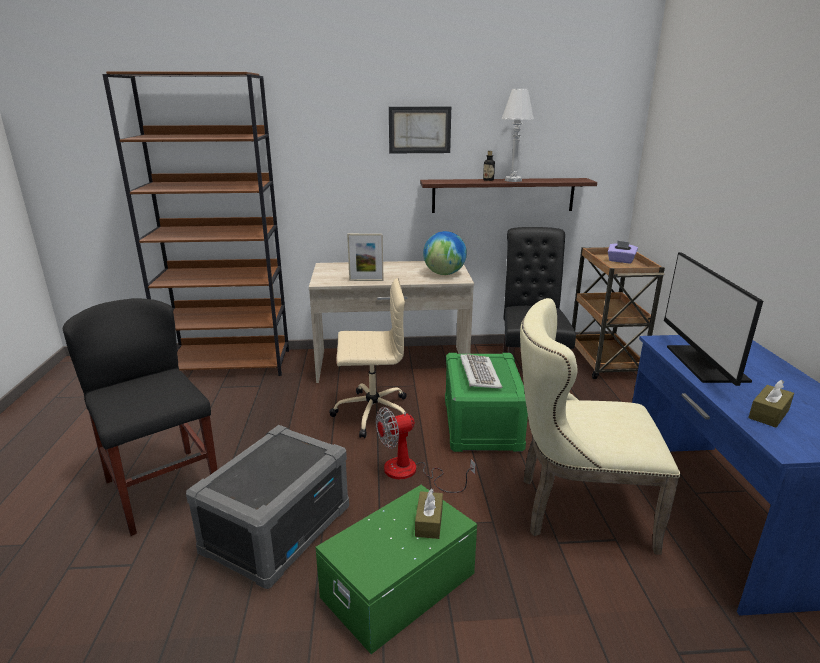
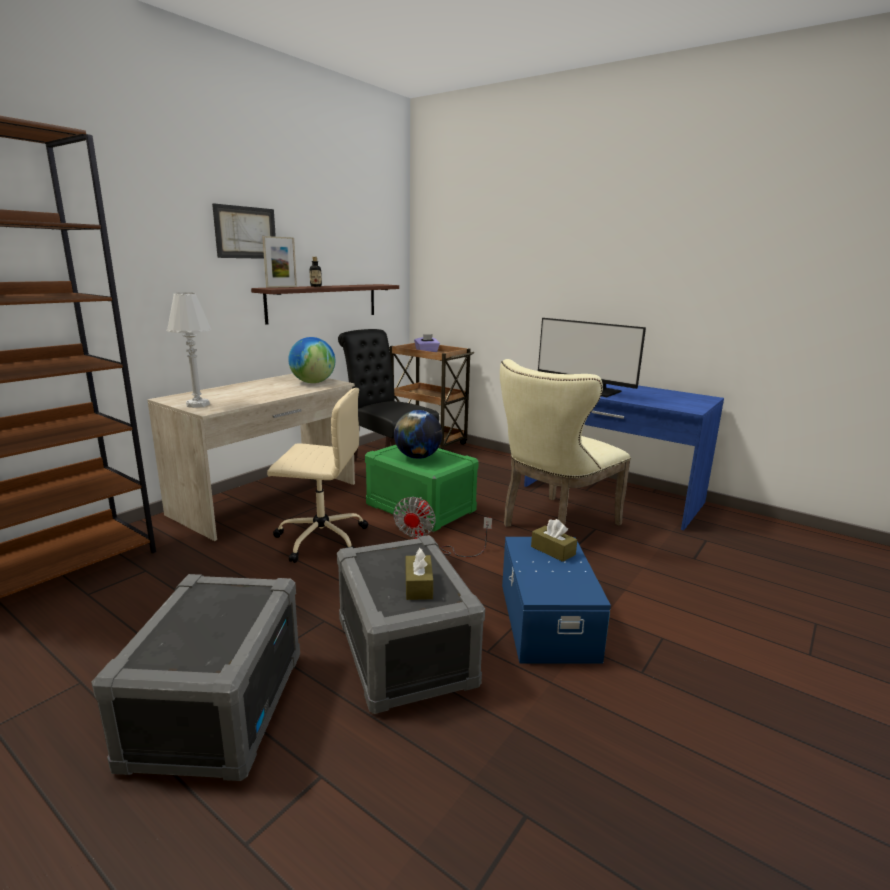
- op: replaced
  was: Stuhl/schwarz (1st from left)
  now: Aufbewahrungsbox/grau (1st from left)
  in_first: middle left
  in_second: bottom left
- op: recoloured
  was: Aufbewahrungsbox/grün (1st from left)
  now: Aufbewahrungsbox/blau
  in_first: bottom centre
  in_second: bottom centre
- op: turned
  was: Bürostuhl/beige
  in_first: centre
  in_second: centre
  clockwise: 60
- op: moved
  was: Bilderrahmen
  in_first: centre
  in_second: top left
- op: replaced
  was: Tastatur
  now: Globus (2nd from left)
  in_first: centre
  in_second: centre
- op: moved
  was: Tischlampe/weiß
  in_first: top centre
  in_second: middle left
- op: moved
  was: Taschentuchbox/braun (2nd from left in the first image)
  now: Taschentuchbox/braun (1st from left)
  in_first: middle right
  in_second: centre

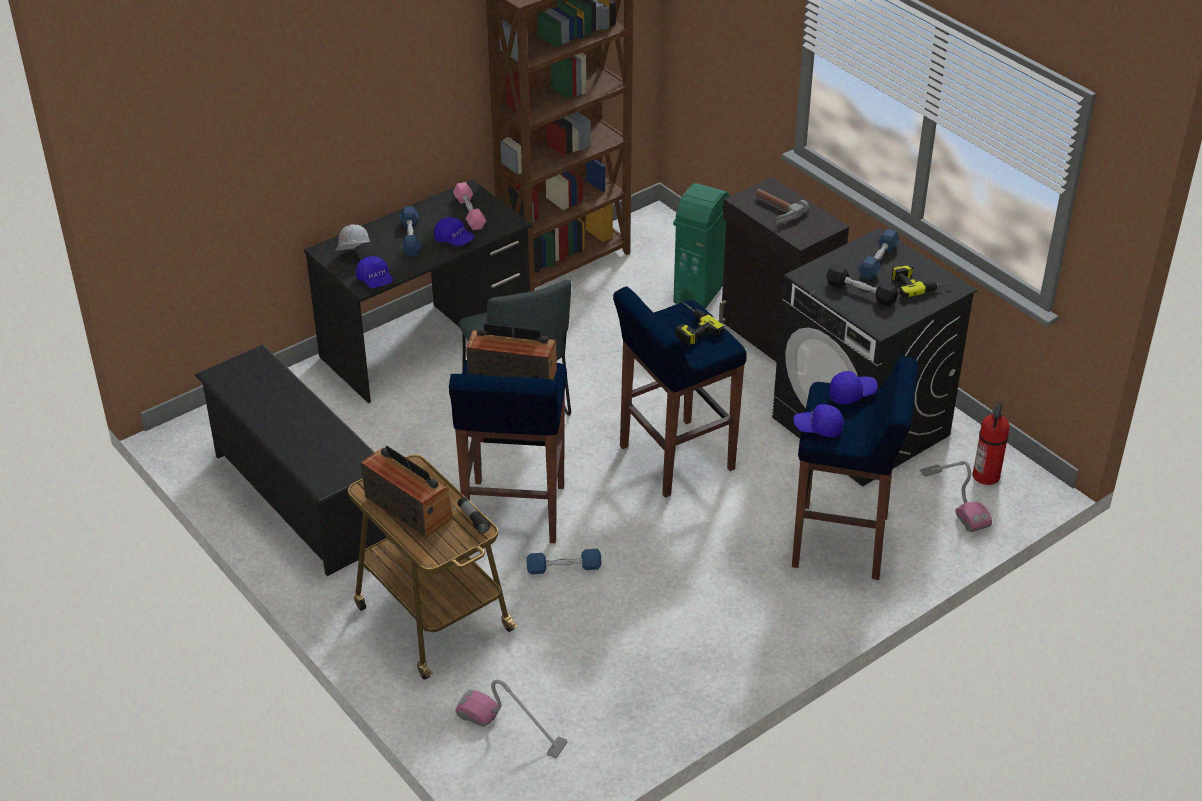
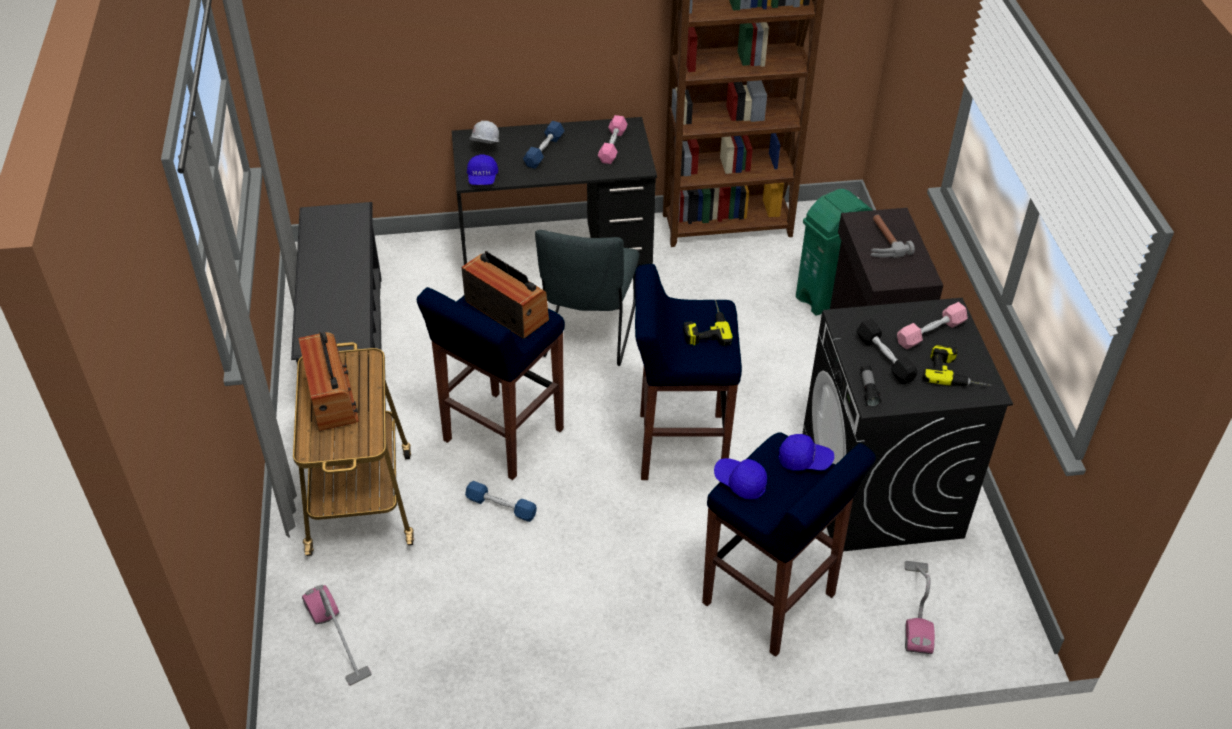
- op: removed
  was: Kappe/blau (2nd from left)
  in_first: top centre
- op: moved
  was: Taschenlampe
  in_first: centre
  in_second: middle right
- op: recoloured
  was: Hantel/blau (3rd from left)
  now: Hantel/rosa (2nd from left)
  in_first: top right
  in_second: middle right
- op: removed
  was: Feuerlöscher
  in_first: middle right

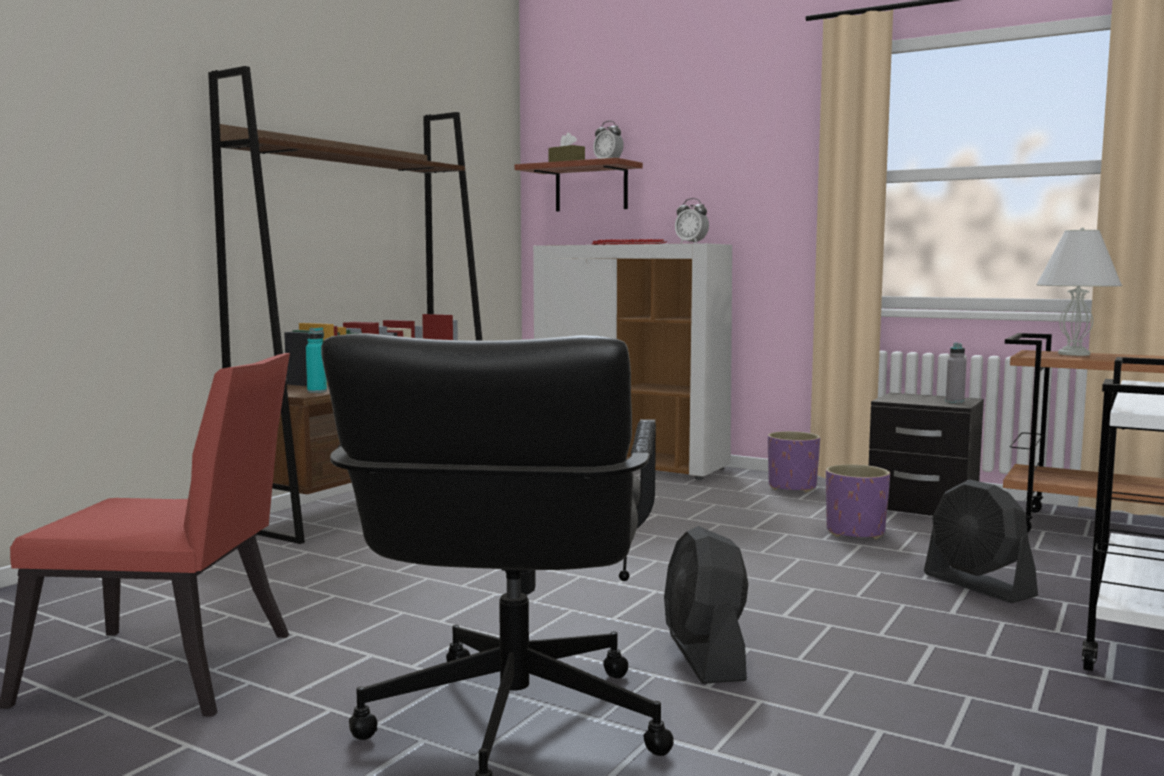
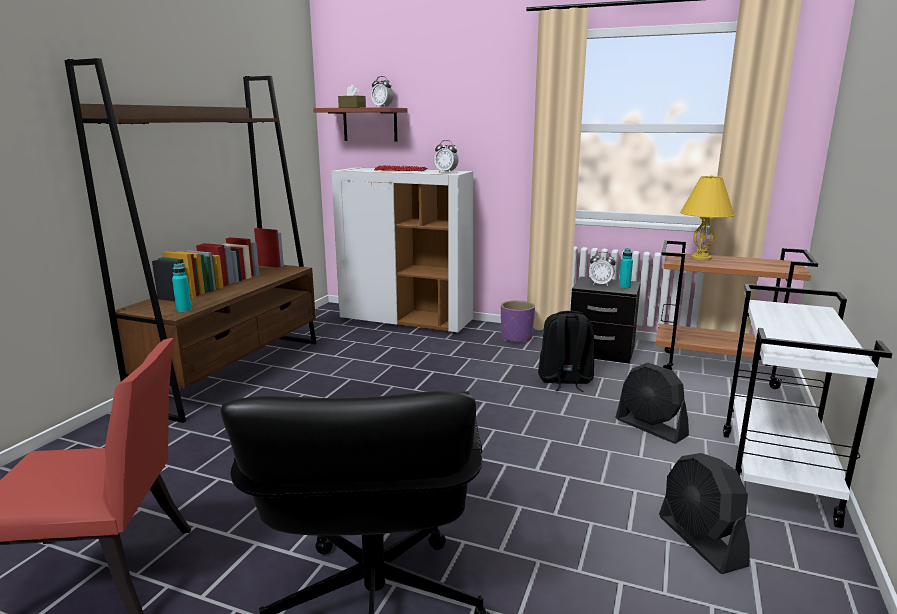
- op: moved
  was: Ventilator/schwarz (1st from left in the first image)
  now: Ventilator/schwarz (2nd from left)
  in_first: bottom centre
  in_second: bottom right
- op: replaced
  was: Pflanzkübel/lila (2nd from left)
  now: Rucksack/schwarz
  in_first: middle right
  in_second: centre
- op: recoloured
  was: Flasche/grau
  now: Flasche/türkis (2nd from left)
  in_first: middle right
  in_second: middle right
- op: recoloured
  was: Tischlampe/weiß
  now: Tischlampe/gelb
  in_first: middle right
  in_second: middle right
- op: added
  now: Wecker (3rd from left)
  in_second: middle right

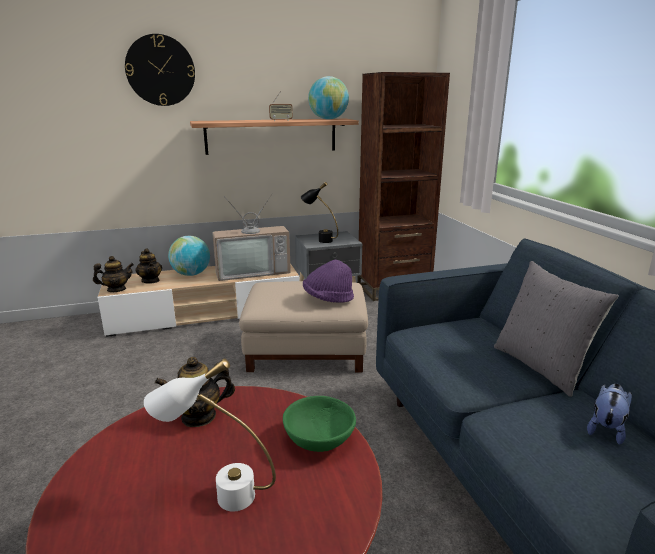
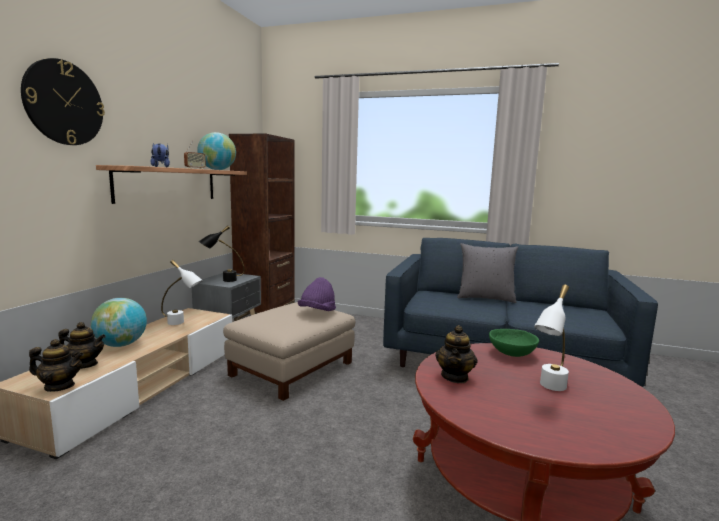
- op: turned
  was: Teekanne (1st from left)
  in_first: middle left
  in_second: bottom left
  clockwise: 75
- op: replaced
  was: Fernseher
  now: Tischlampe/weiß (1st from left)
  in_first: centre
  in_second: middle left
- op: moved
  was: Plüschtier
  in_first: bottom right
  in_second: top left

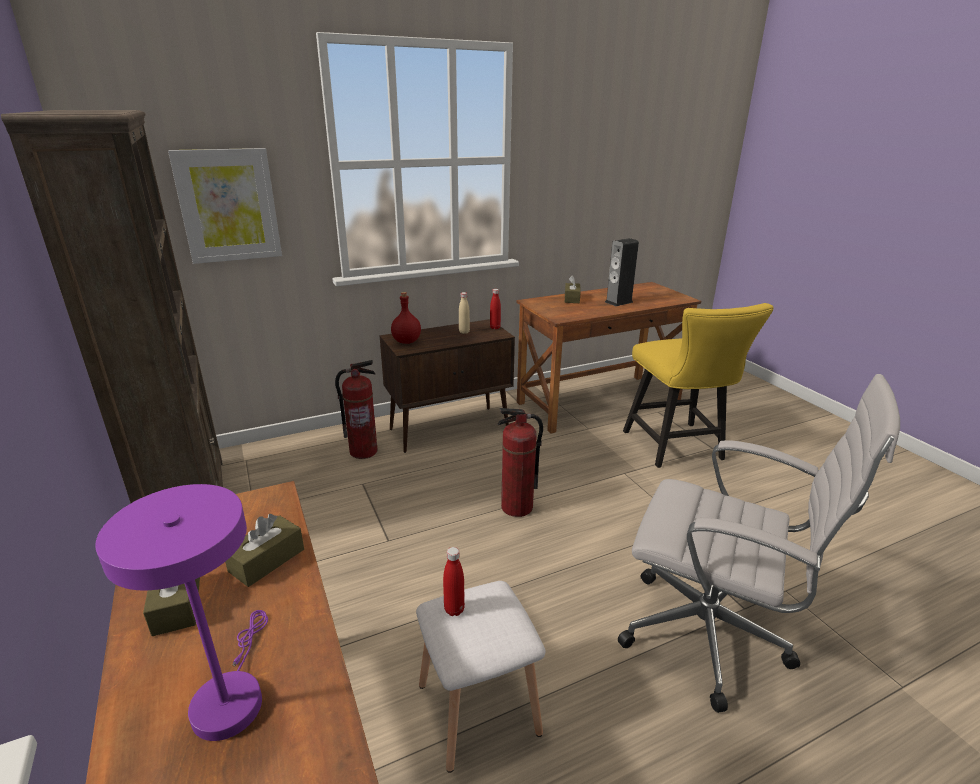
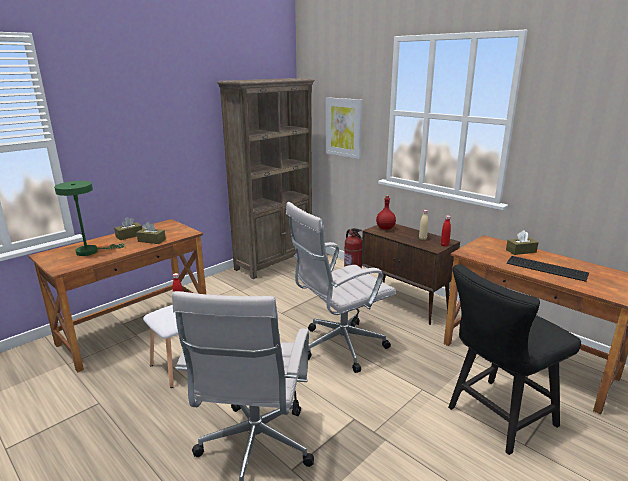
- op: recoloured
  was: Tischlampe/lila
  now: Tischlampe/grün
  in_first: bottom left
  in_second: middle left
- op: replaced
  was: Feuerlöscher (2nd from left)
  now: Bürostuhl/weiß (2nd from left)
  in_first: centre
  in_second: centre
- op: replaced
  was: Lautsprecher
  now: Tastatur
  in_first: centre
  in_second: middle right
- op: recoloured
  was: Stuhl/gelb
  now: Stuhl/schwarz
  in_first: middle right
  in_second: bottom right

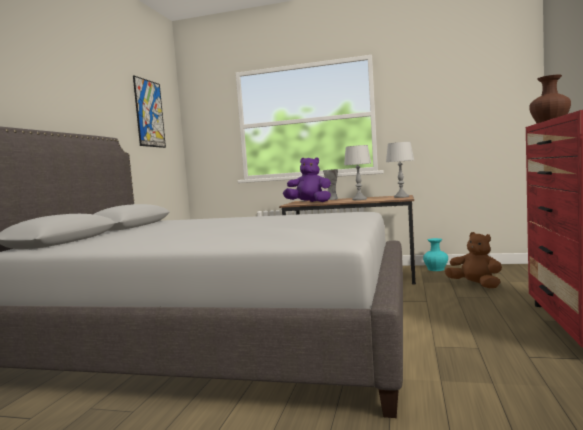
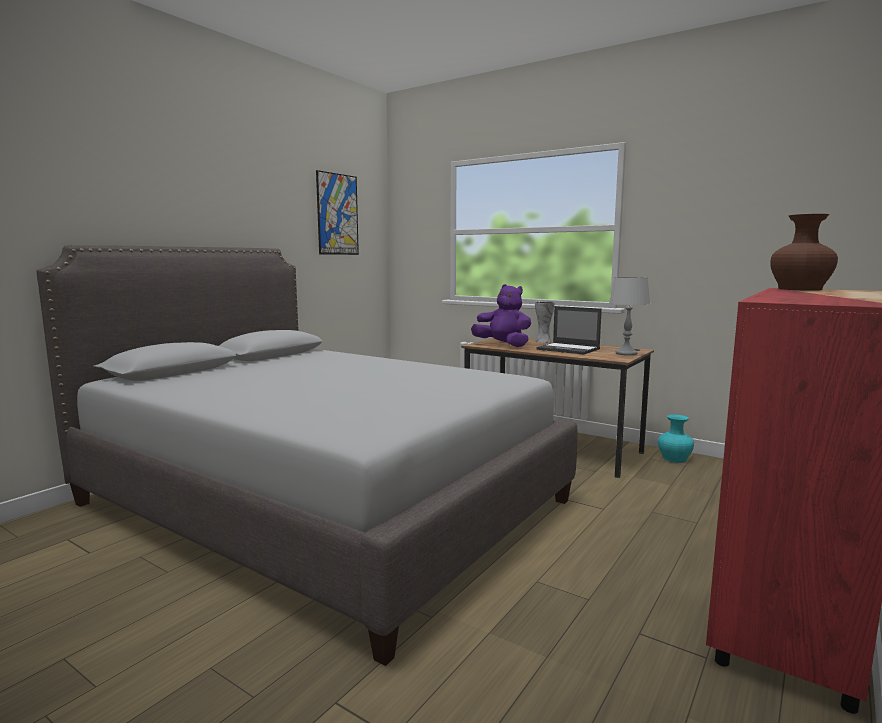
- op: replaced
  was: Tischlampe/grau (1st from left)
  now: Laptop
  in_first: centre
  in_second: centre
- op: removed
  was: Plüschtier/braun
  in_first: middle right

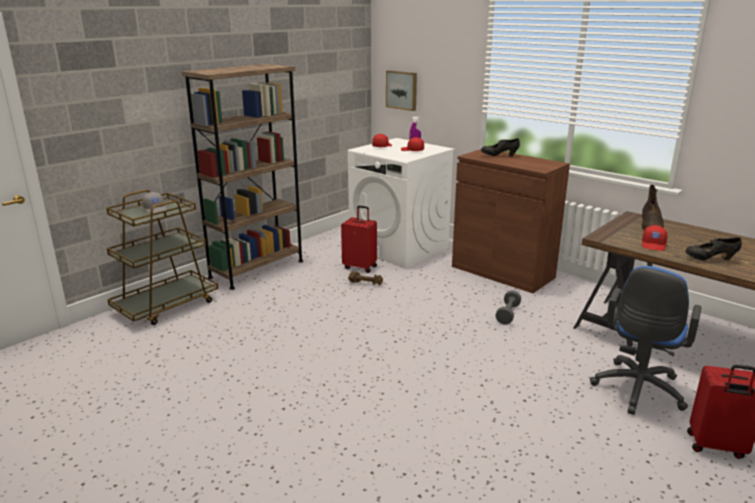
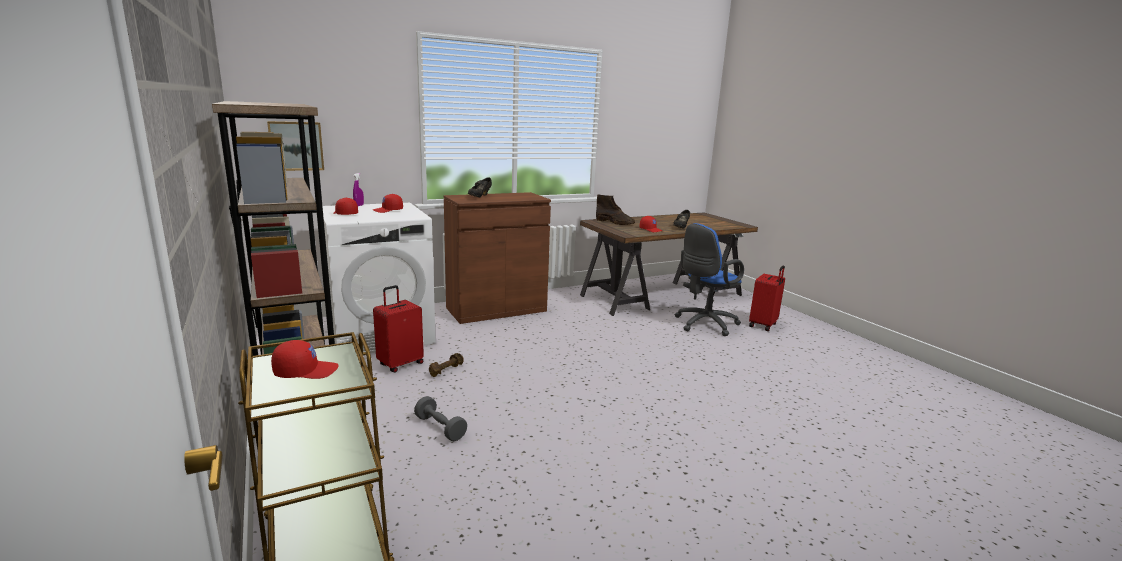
- op: recoloured
  was: Kappe/grau
  now: Kappe/rot (1st from left)
  in_first: middle left
  in_second: middle left
- op: moved
  was: Hantel/grau
  in_first: middle right
  in_second: bottom centre
- op: turned
  was: Bürostuhl/blau
  in_first: bottom right
  in_second: centre
  clockwise: 90

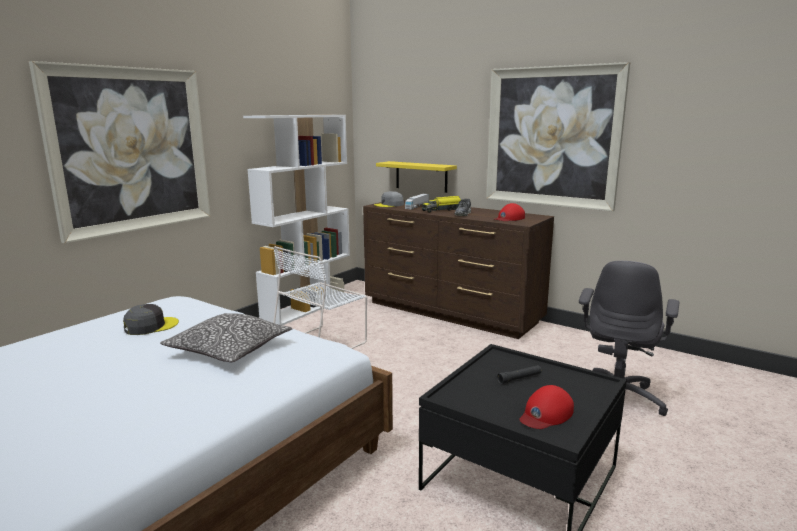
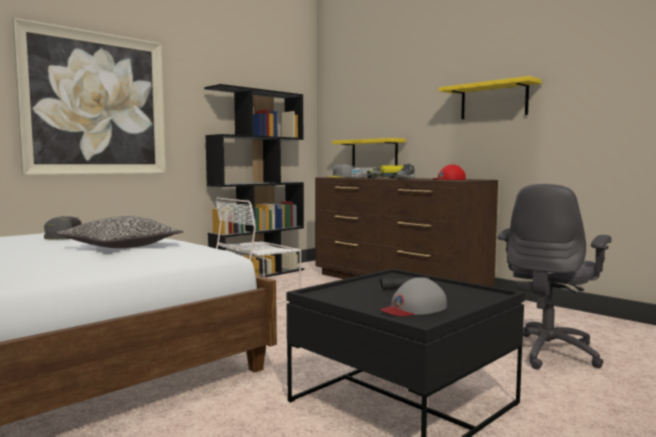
- op: recoloured
  was: Bücherregal/weiß
  now: Bücherregal/schwarz
  in_first: centre
  in_second: centre
- op: replaced
  was: Bild (2nd from left)
  now: Wandregal/gelb (2nd from left)
  in_first: top right
  in_second: top right
- op: recoloured
  was: Kappe/rot (2nd from left)
  now: Kappe/grau (3rd from left)
  in_first: bottom right
  in_second: bottom centre

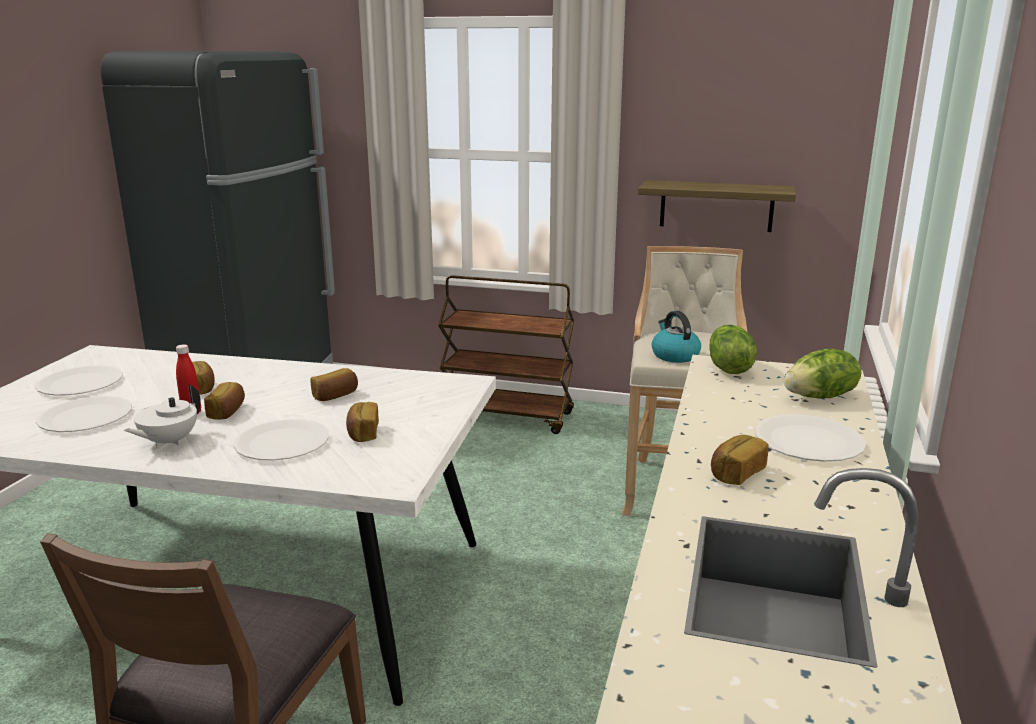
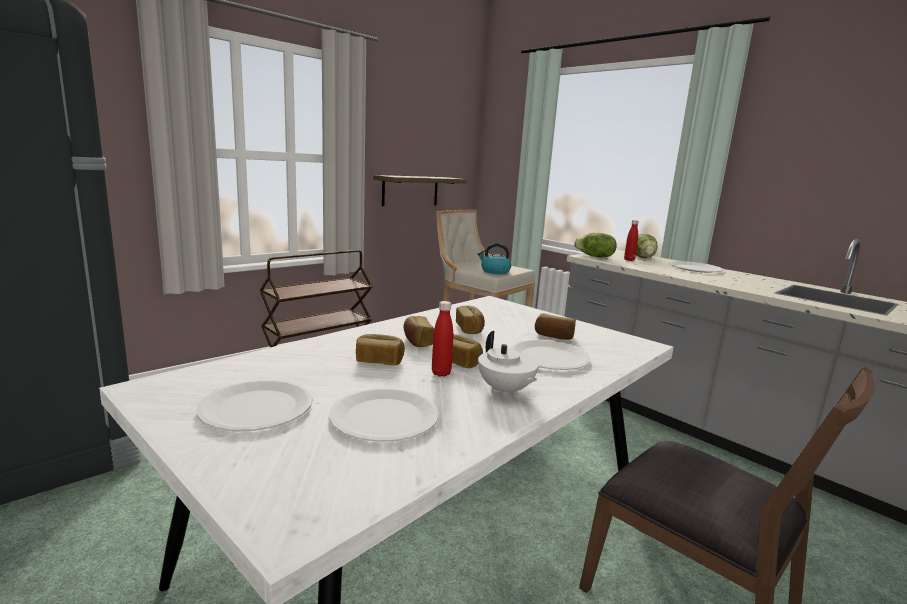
- op: moved
  was: Brot (5th from left in the first image)
  now: Brot (2nd from left)
  in_first: middle right
  in_second: centre
- op: added
  now: Flasche/rot (2nd from left)
  in_second: middle right

